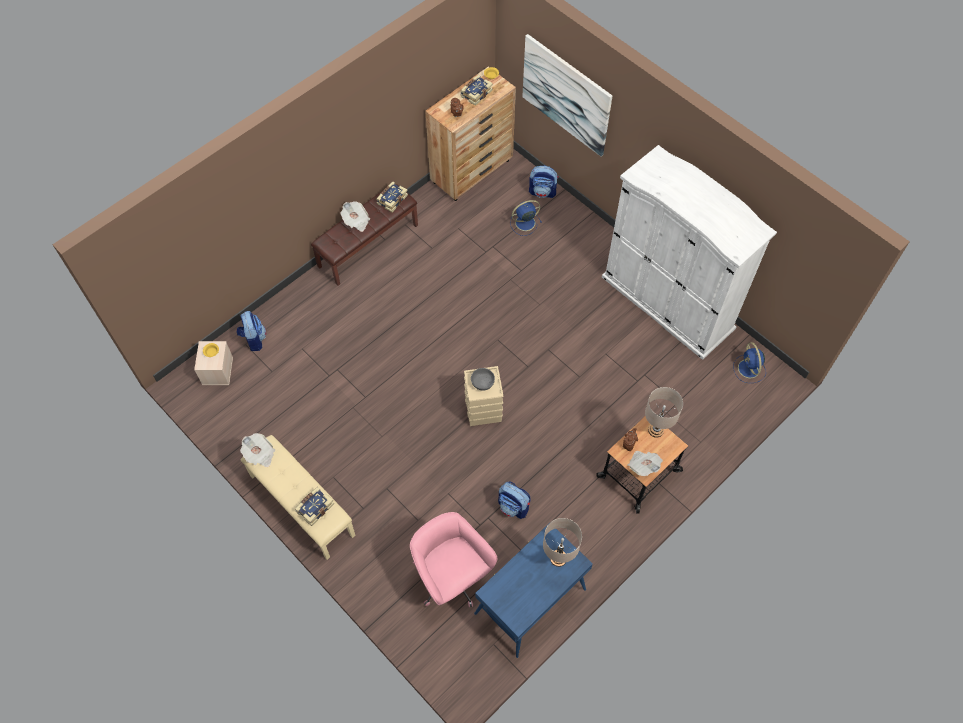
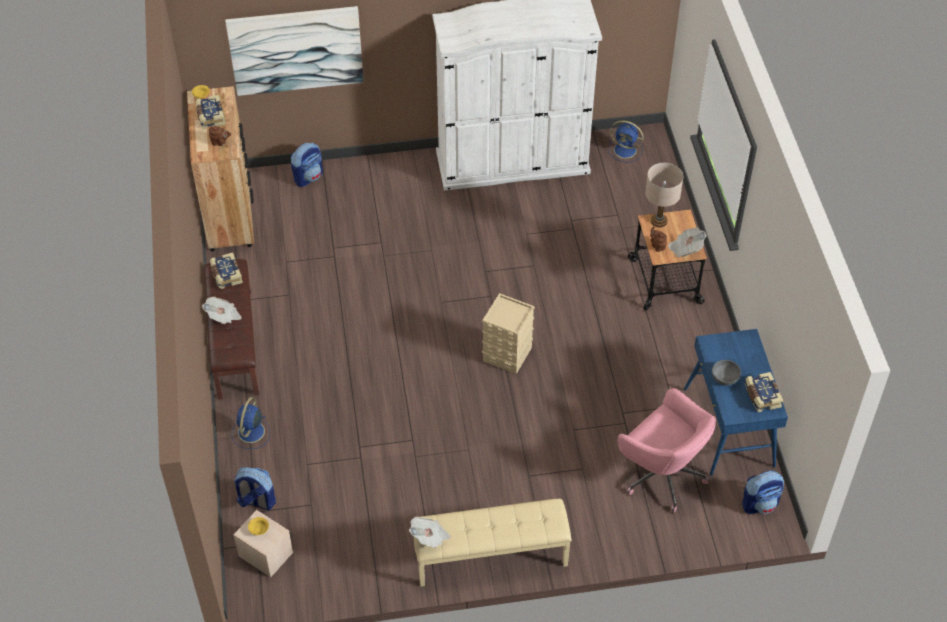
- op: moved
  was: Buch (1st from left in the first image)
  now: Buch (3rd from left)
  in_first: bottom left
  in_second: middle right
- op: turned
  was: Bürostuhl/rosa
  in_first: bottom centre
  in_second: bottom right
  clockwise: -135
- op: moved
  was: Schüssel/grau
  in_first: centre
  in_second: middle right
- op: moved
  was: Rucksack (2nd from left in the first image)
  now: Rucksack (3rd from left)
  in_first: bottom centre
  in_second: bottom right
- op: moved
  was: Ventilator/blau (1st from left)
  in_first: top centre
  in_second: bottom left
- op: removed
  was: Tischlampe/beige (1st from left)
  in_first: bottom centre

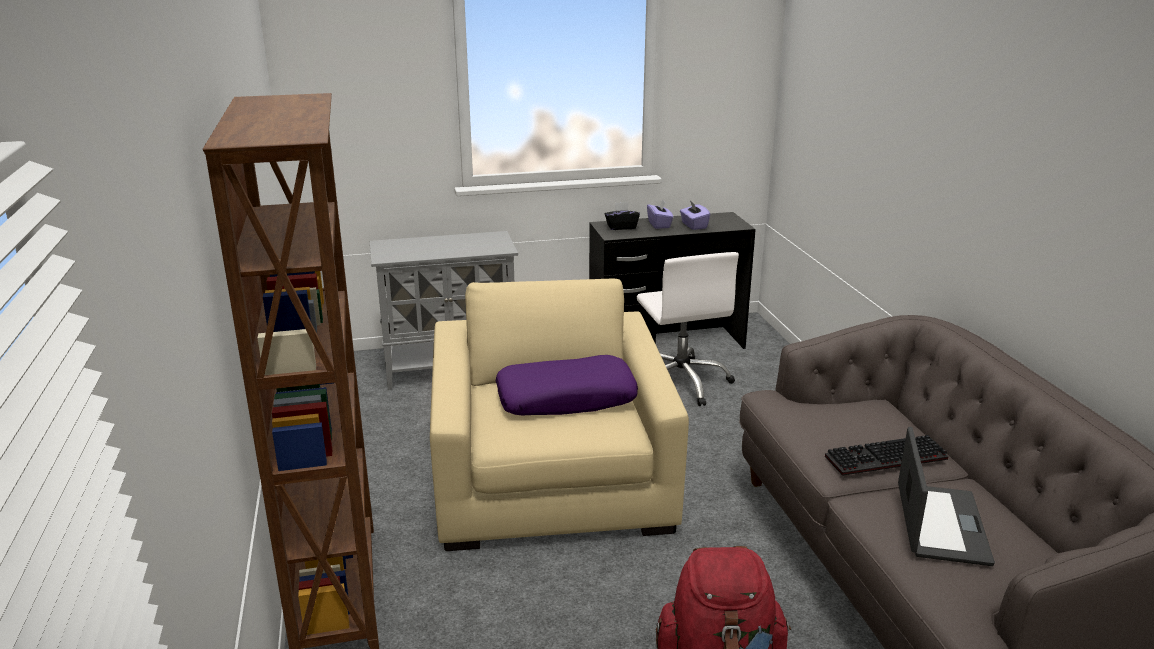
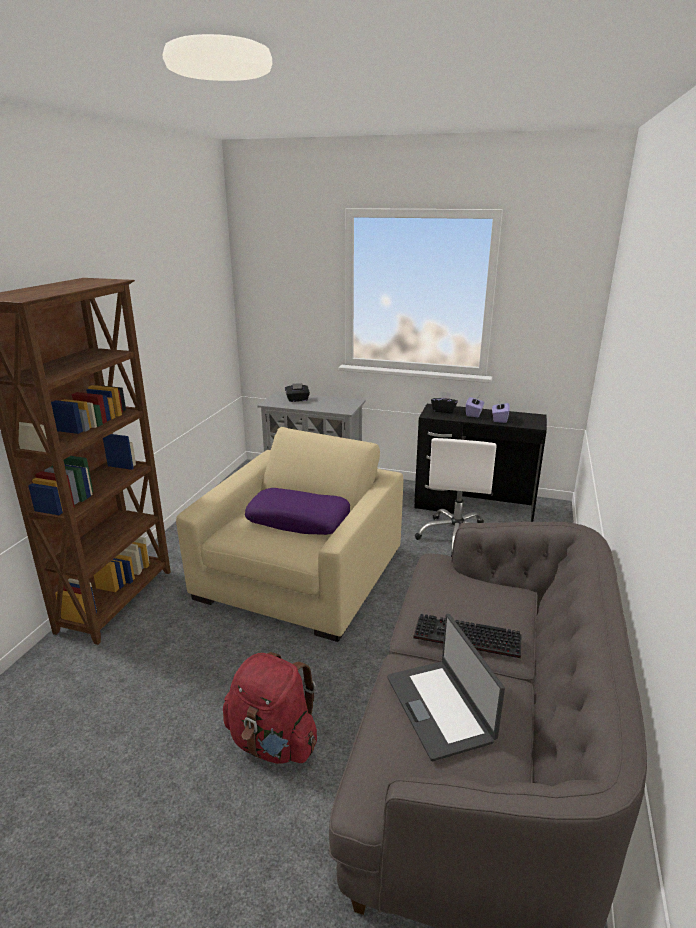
- op: turned
  was: Laptop
  in_first: bottom right
  in_second: bottom centre
  clockwise: 120
- op: added
  now: Taschentuchbox/schwarz (1st from left)
  in_second: centre

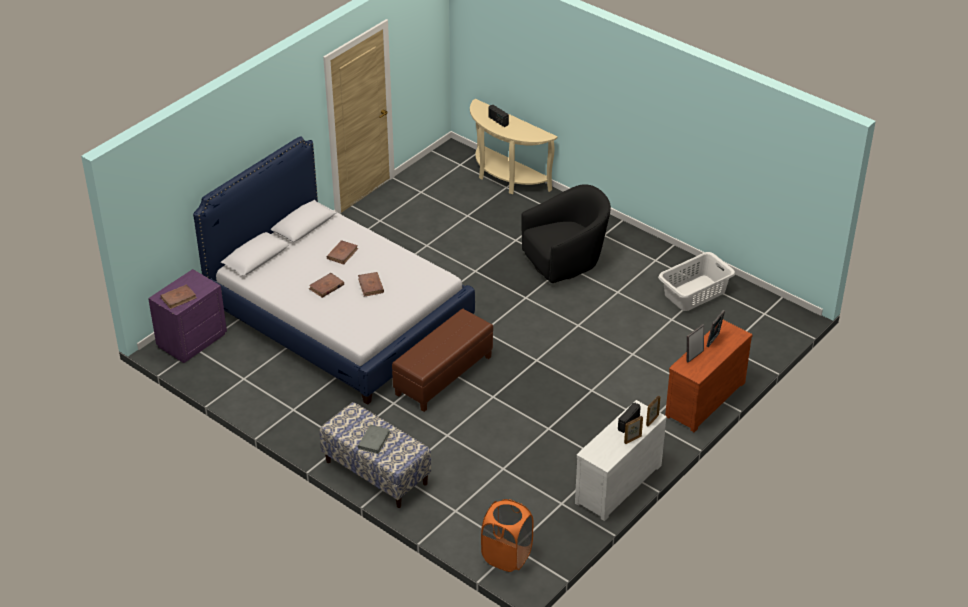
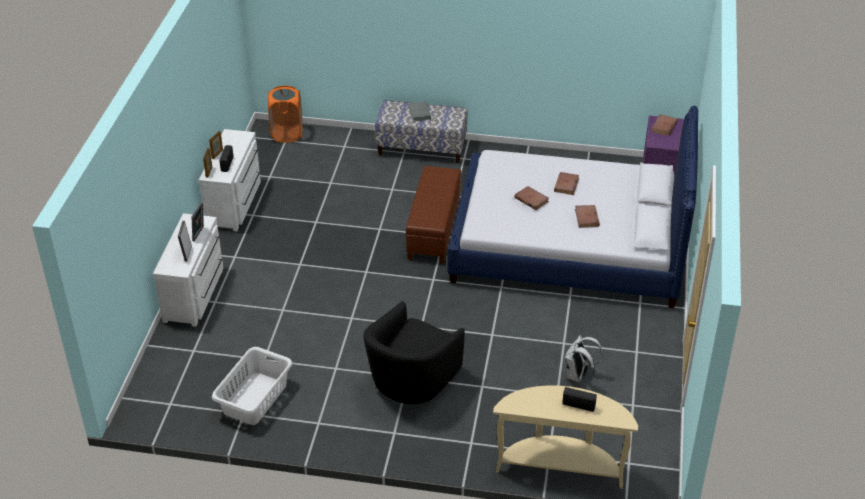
- op: recoloured
  was: Kommode/braun
  now: Kommode/weiß (1st from left)
  in_first: middle right
  in_second: middle left
- op: added
  now: Rucksack/weiß
  in_second: bottom right

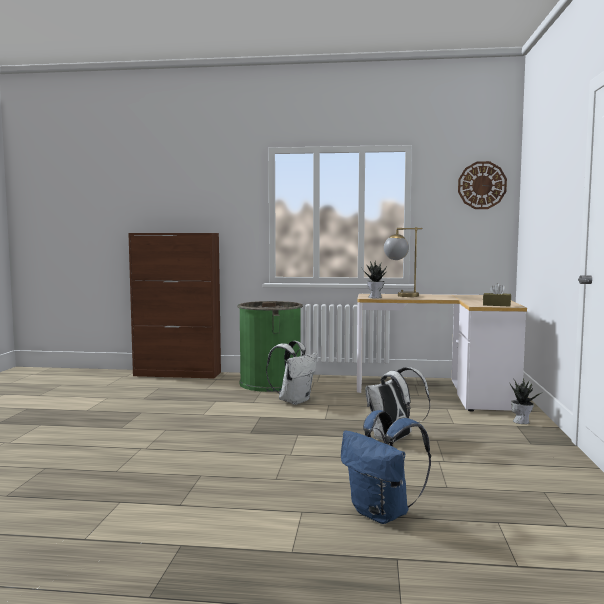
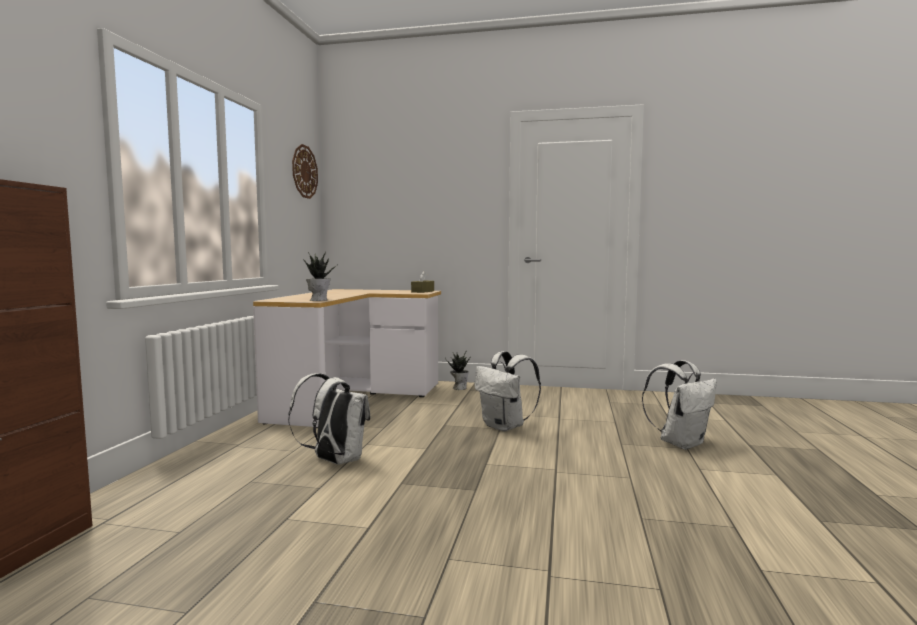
- op: removed
  was: Mülleimer/grün
  in_first: centre
- op: recoloured
  was: Rucksack/blau
  now: Rucksack/weiß (3rd from left)
  in_first: bottom centre
  in_second: middle right
- op: removed
  was: Tischlampe
  in_first: middle right

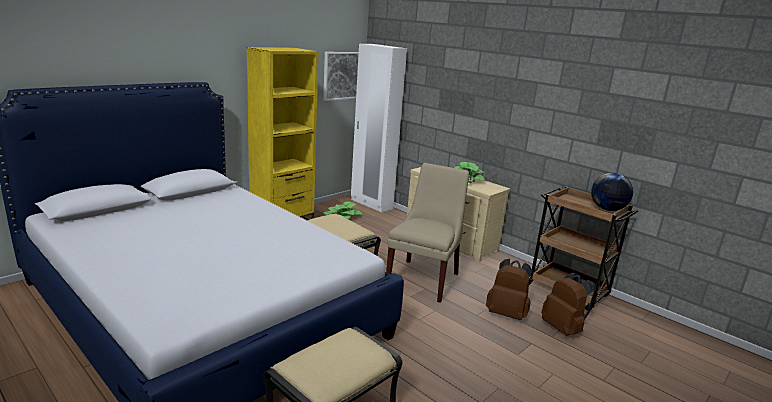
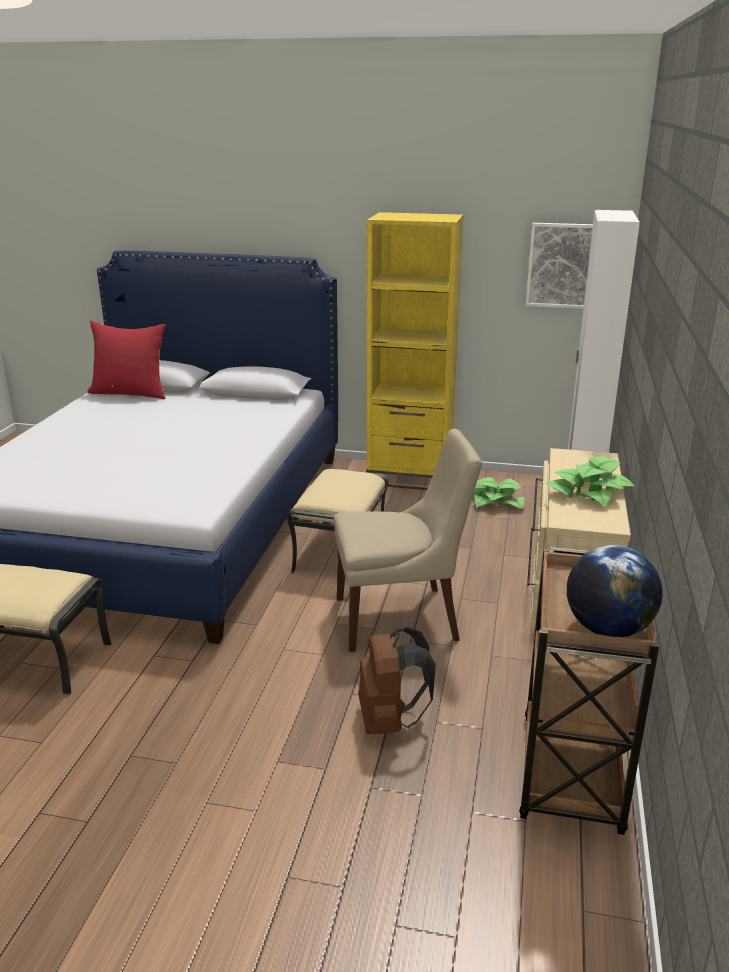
- op: removed
  was: Rucksack/braun (2nd from left)
  in_first: bottom right
- op: added
  now: Kissen/rot
  in_second: middle left

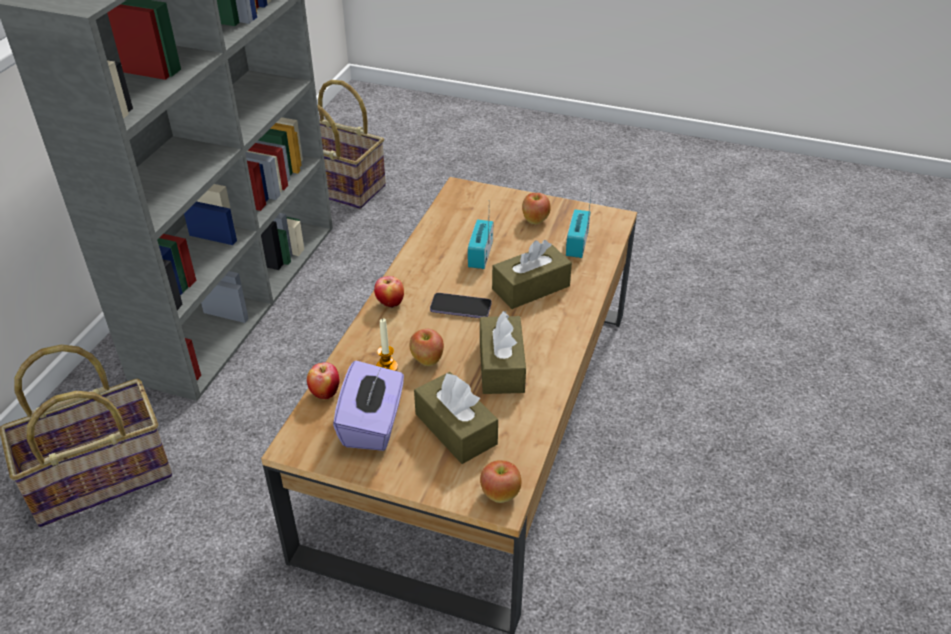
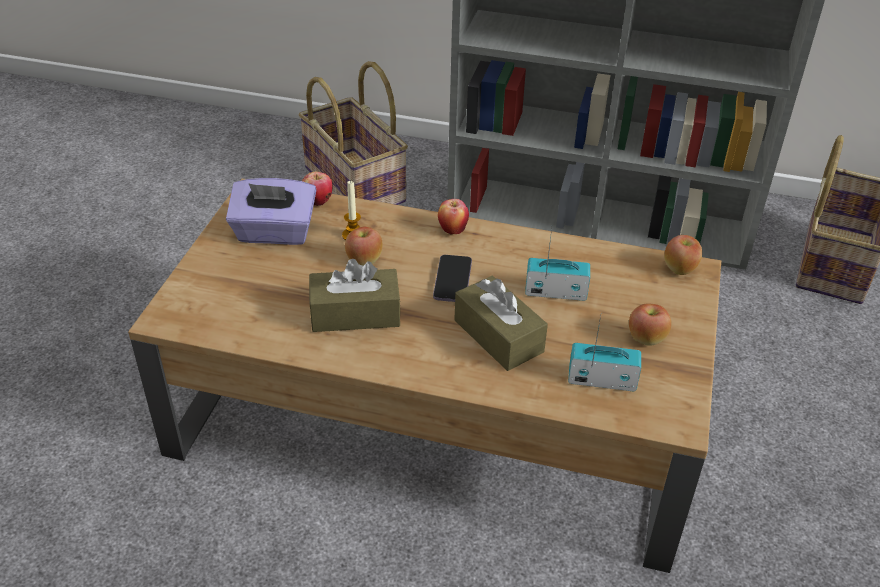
- op: removed
  was: Taschentuchbox/braun (1st from left)
  in_first: centre
- op: moved
  was: Apfel (4th from left in the first image)
  now: Apfel (5th from left)
  in_first: bottom centre
  in_second: middle right

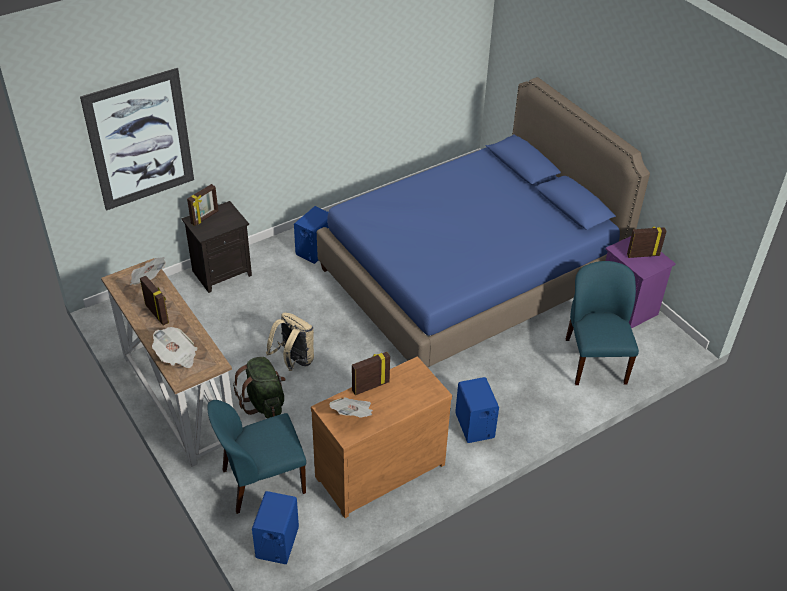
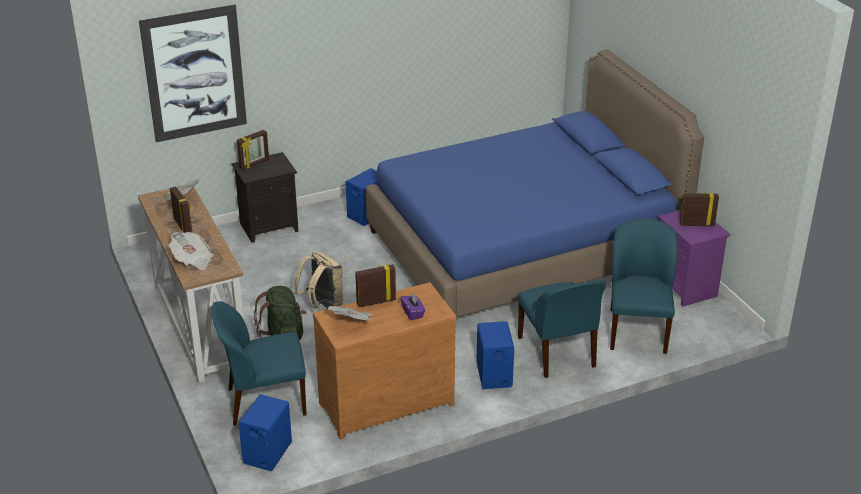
- op: added
  now: Taschentuchbox/lila
  in_second: centre
- op: added
  now: Stuhl/blau (2nd from left)
  in_second: centre

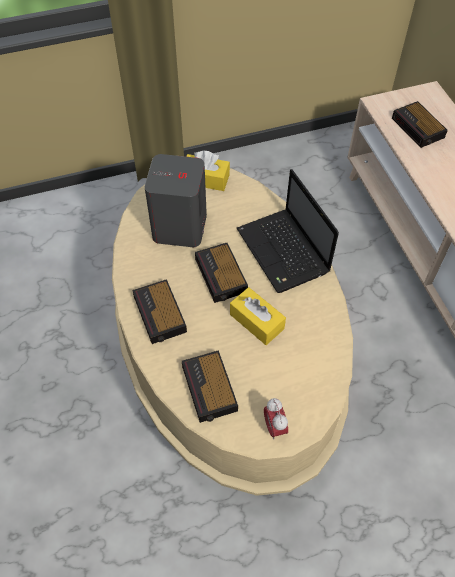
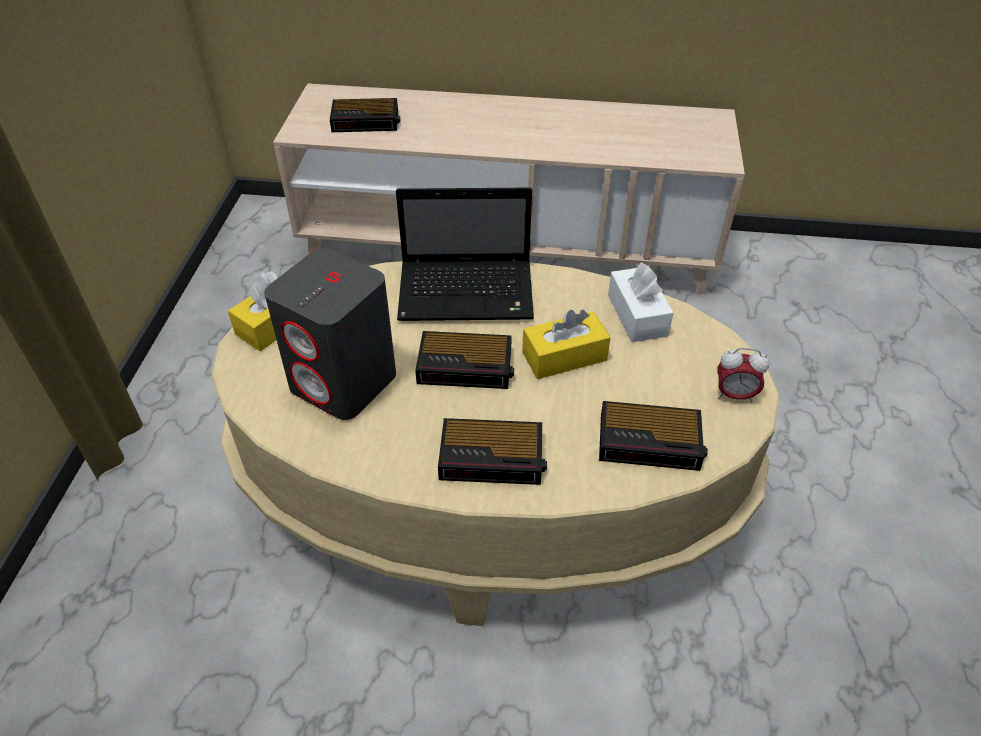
- op: added
  now: Taschentuchbox/weiß
  in_second: centre

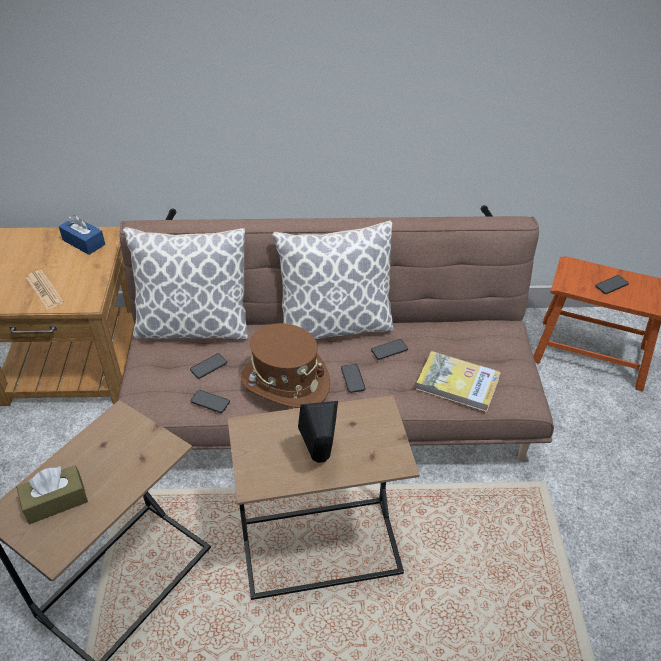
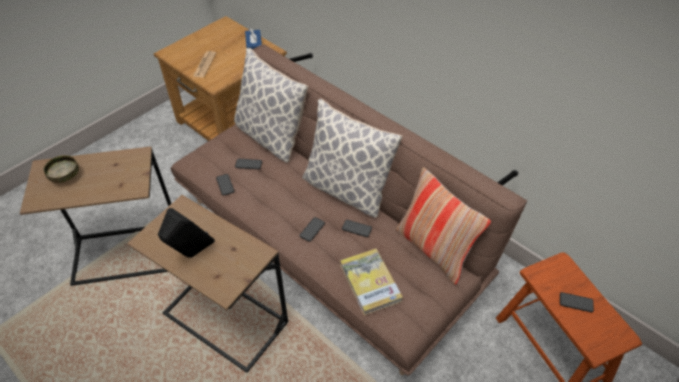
- op: replaced
  was: Taschentuchbox/braun
  now: Schüssel
  in_first: bottom left
  in_second: middle left
- op: removed
  was: Hut/braun
  in_first: centre
- op: added
  now: Kissen (3rd from left)
  in_second: centre

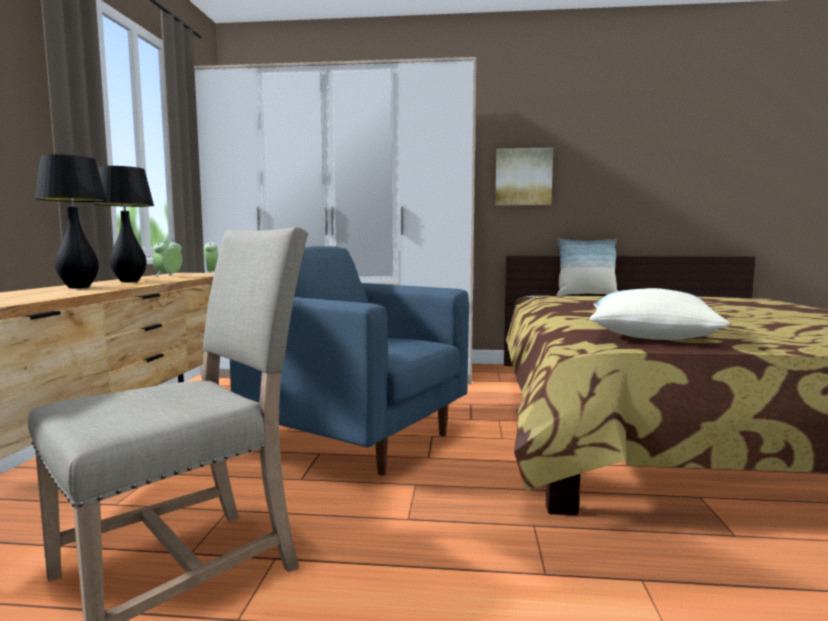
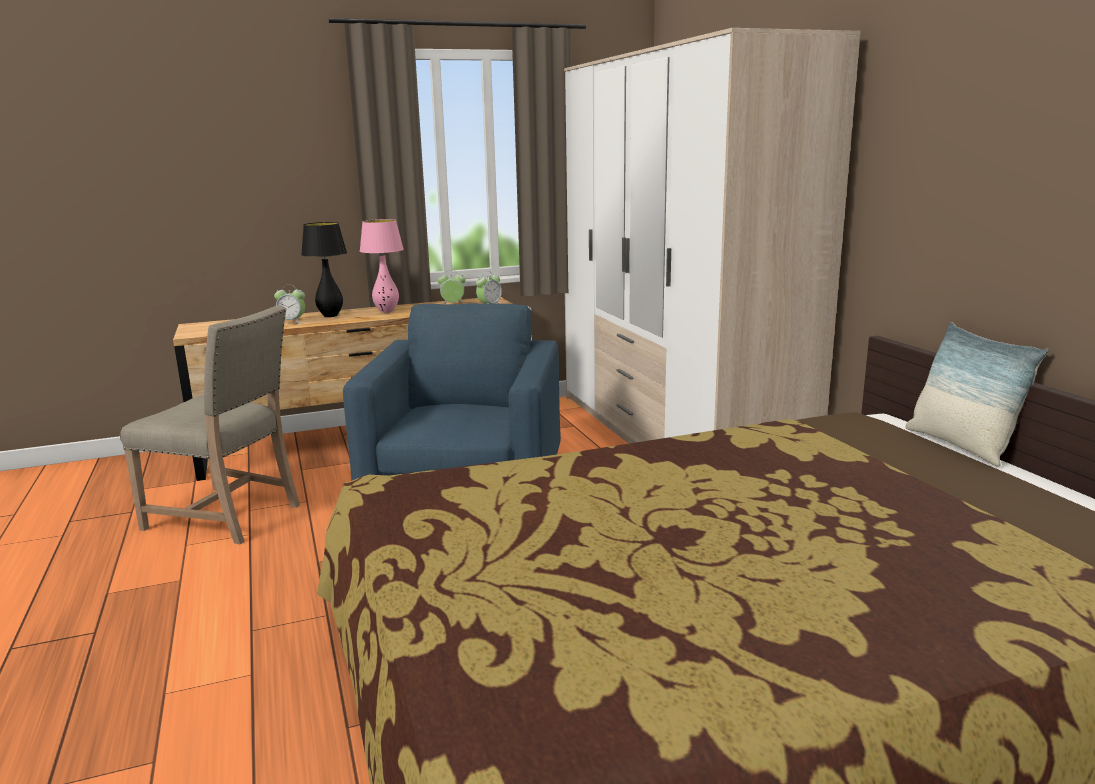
- op: recoloured
  was: Tischlampe/schwarz (2nd from left)
  now: Tischlampe/rosa
  in_first: middle left
  in_second: centre
- op: removed
  was: Bild
  in_first: top centre
- op: removed
  was: Kissen (2nd from left)
  in_first: middle right
- op: added
  now: Wecker (1st from left)
  in_second: middle left

